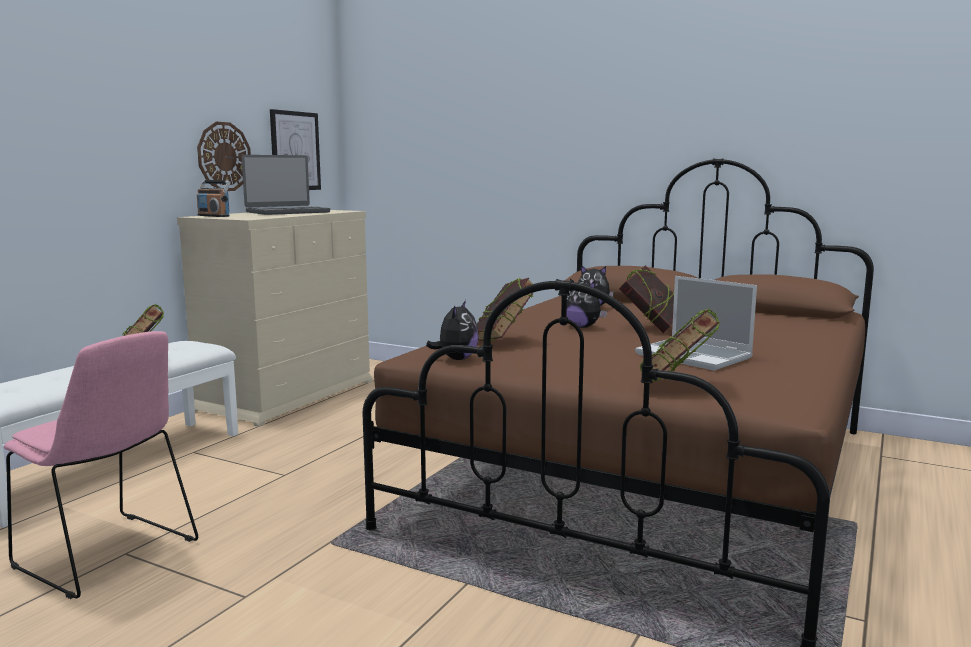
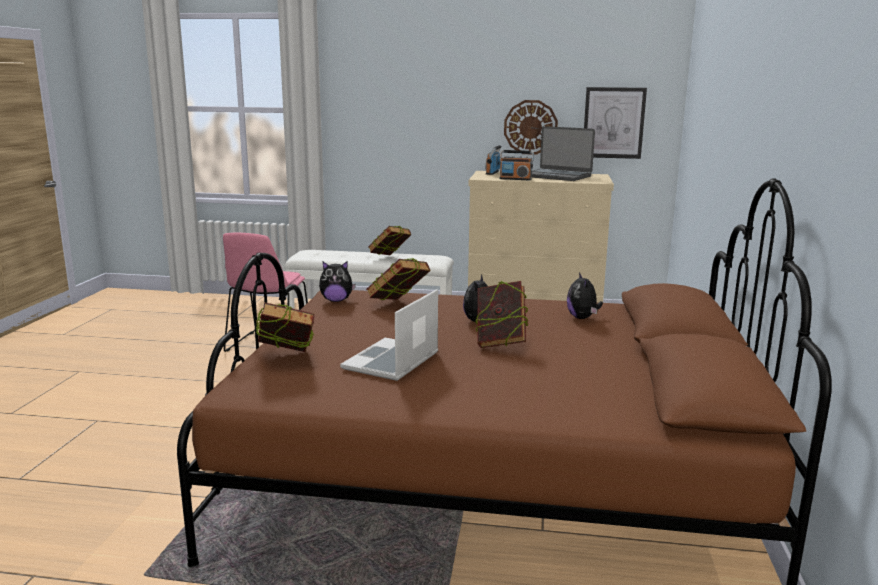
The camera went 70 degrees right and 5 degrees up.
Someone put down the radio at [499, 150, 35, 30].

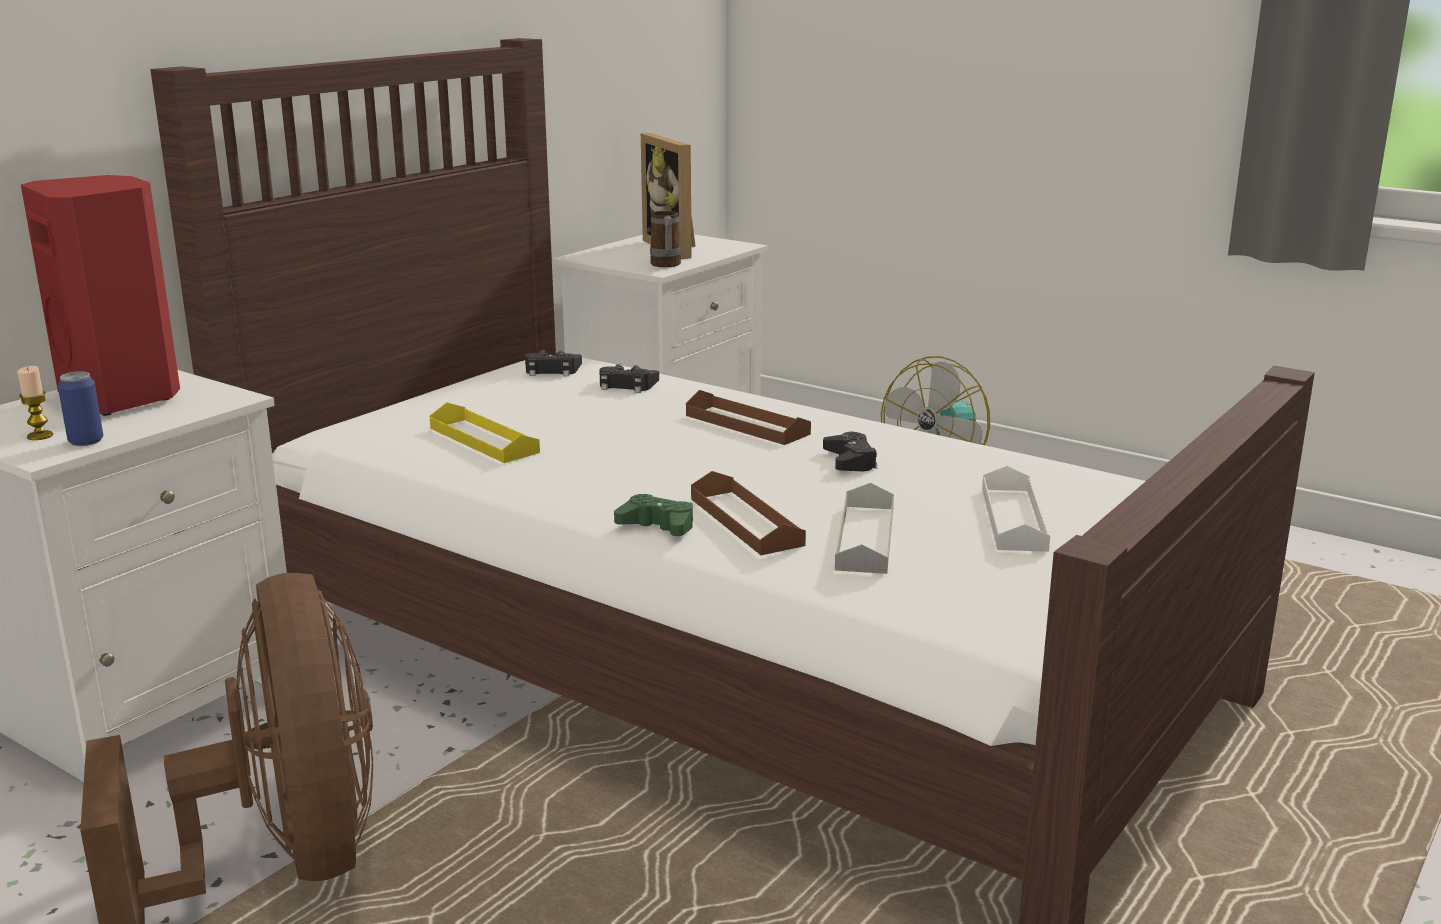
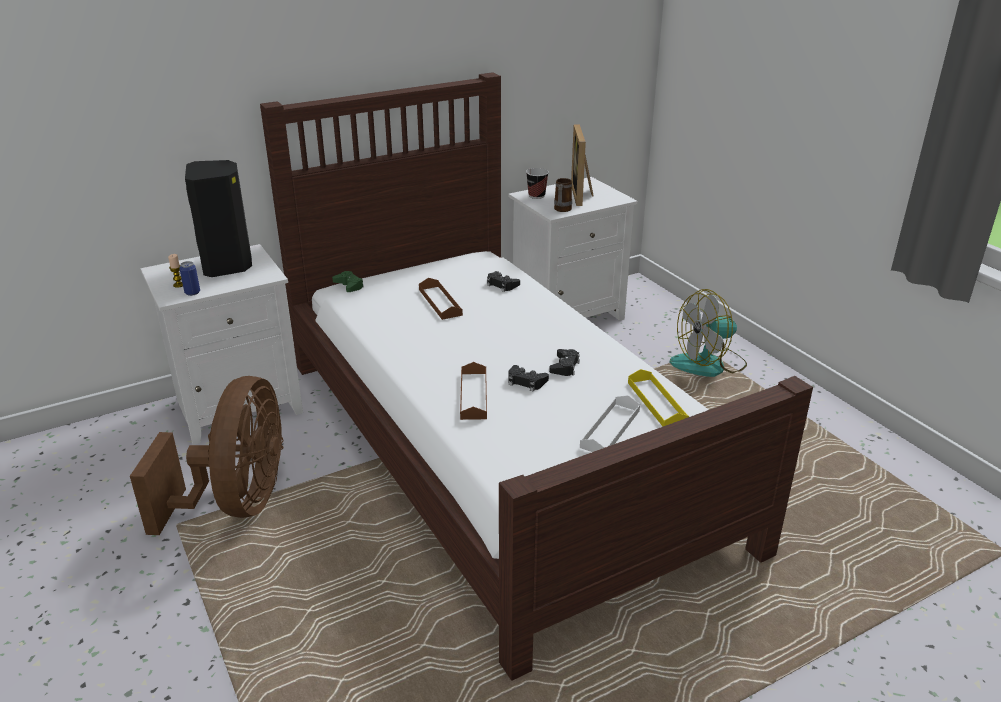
The camera went 25 degrees right and 10 degrees up.
Someone repainted the enceinte [rouge] at [21, 175, 159, 241], which became the enceinte [noir] at [185, 160, 67, 117].
Someone carried the manette [noir] from [525, 350, 57, 26] to [508, 365, 41, 27].
Someone carried the plateau [marron] from [686, 390, 125, 55] to [419, 278, 44, 42].
Someone carried the plateau [jaune] from [430, 402, 110, 61] to [628, 369, 61, 57].
Someone took away the plateau [gris] at [835, 483, 59, 91].
Someone carried the manette [vert] from [614, 494, 79, 42] to [332, 271, 32, 21].
Someone put down the tasse at [526, 168, 23, 31].

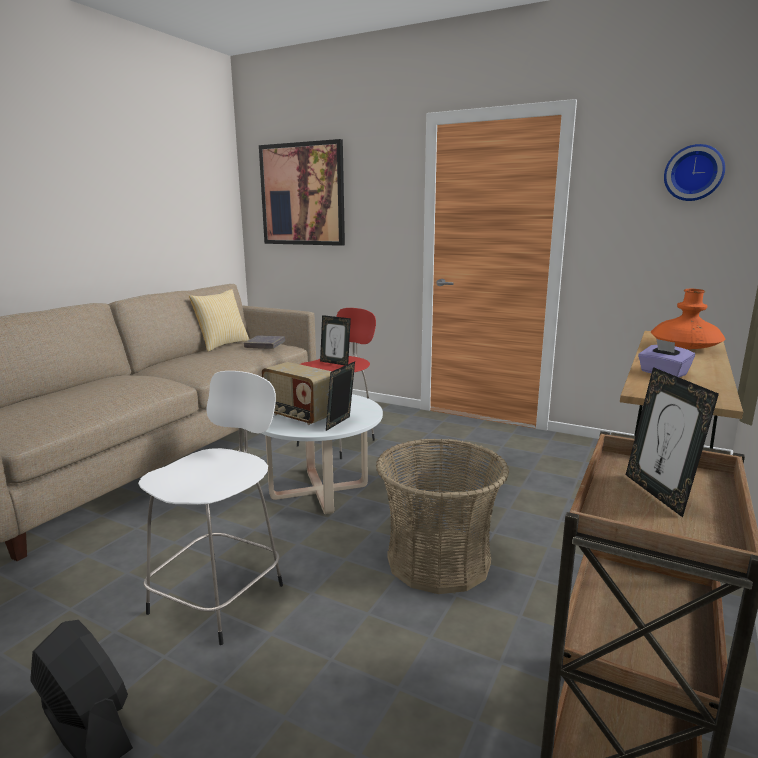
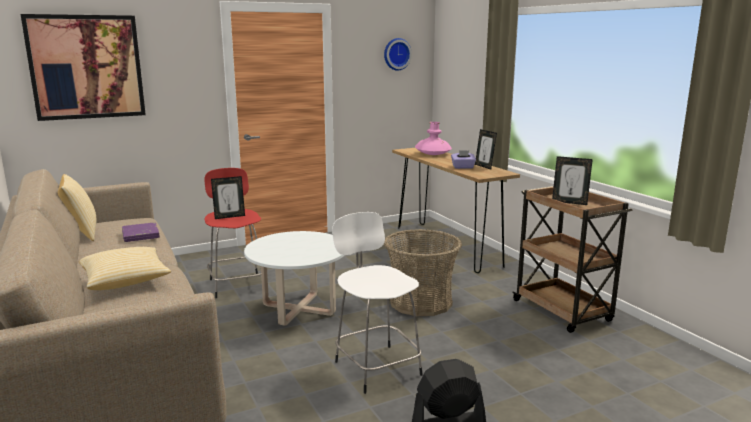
The camera went 55 degrees left and 0 degrees up.
Someone repainted the vase [orange] at [651, 289, 74, 60], which became the vase [rose] at [415, 122, 37, 33].
Someone took away the livre [gris] at [244, 335, 41, 14].
Someone took away the radio at [261, 362, 71, 63].
Someone carried the cadre photo from [326, 362, 29, 69] to [475, 129, 22, 40].
Someone put down the livre [violet] at [122, 222, 38, 20].
Someone put down the coussin at [79, 247, 92, 43].

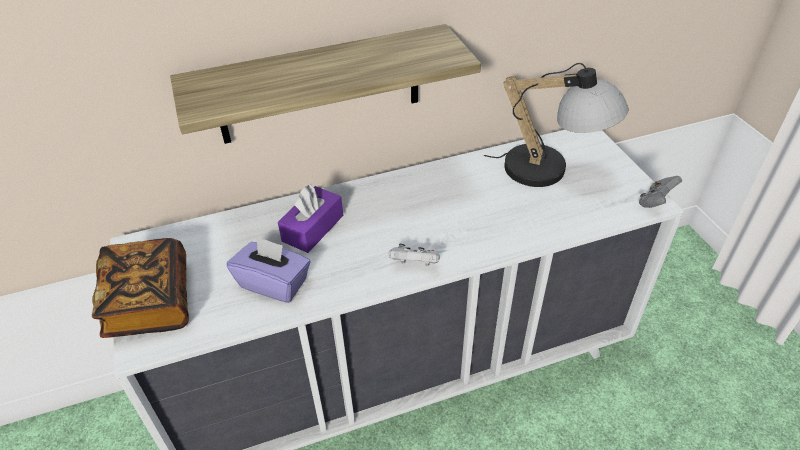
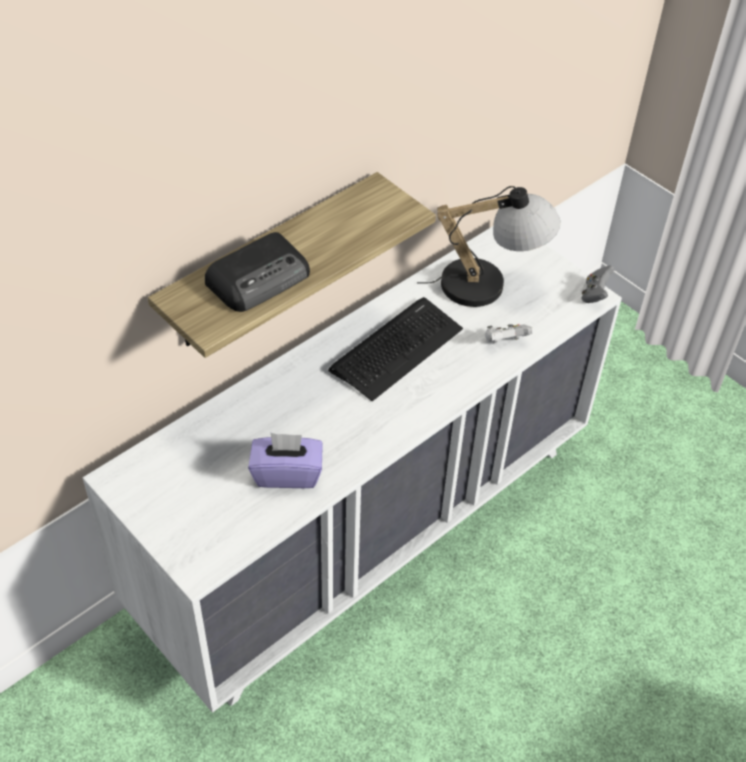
The camera went 25 degrees left and 5 degrees up.
Someone took away the boîte à mouchoirs [violet] at [278, 185, 65, 68].
Someone took away the livre at [92, 238, 97, 100].
Someone carried the manette [blanc] from [389, 244, 51, 22] to [485, 324, 48, 20].
Someone put down the radio at [205, 232, 105, 80].
Someone put down the clavier at [328, 297, 135, 104].

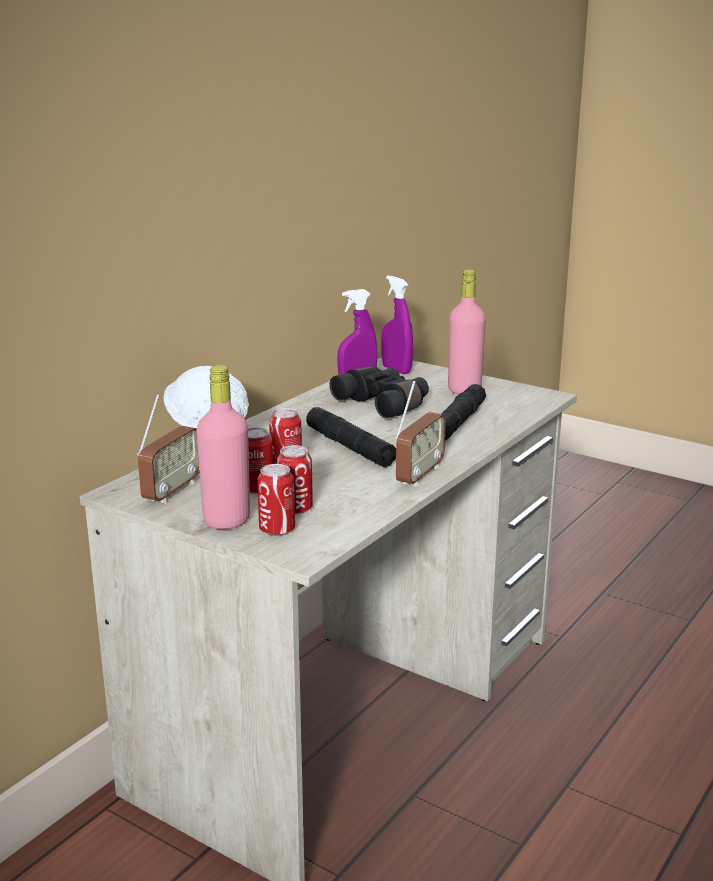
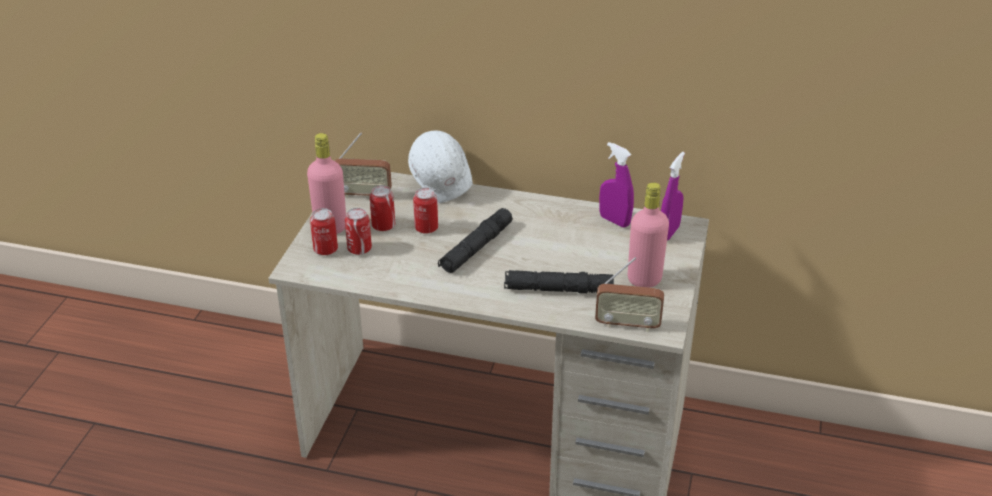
The camera went 70 degrees right and 15 degrees up.
Someone took away the jumelles [noir] at [329, 366, 100, 52].
Someone carried the radio from [395, 381, 51, 106] to [595, 257, 69, 75].

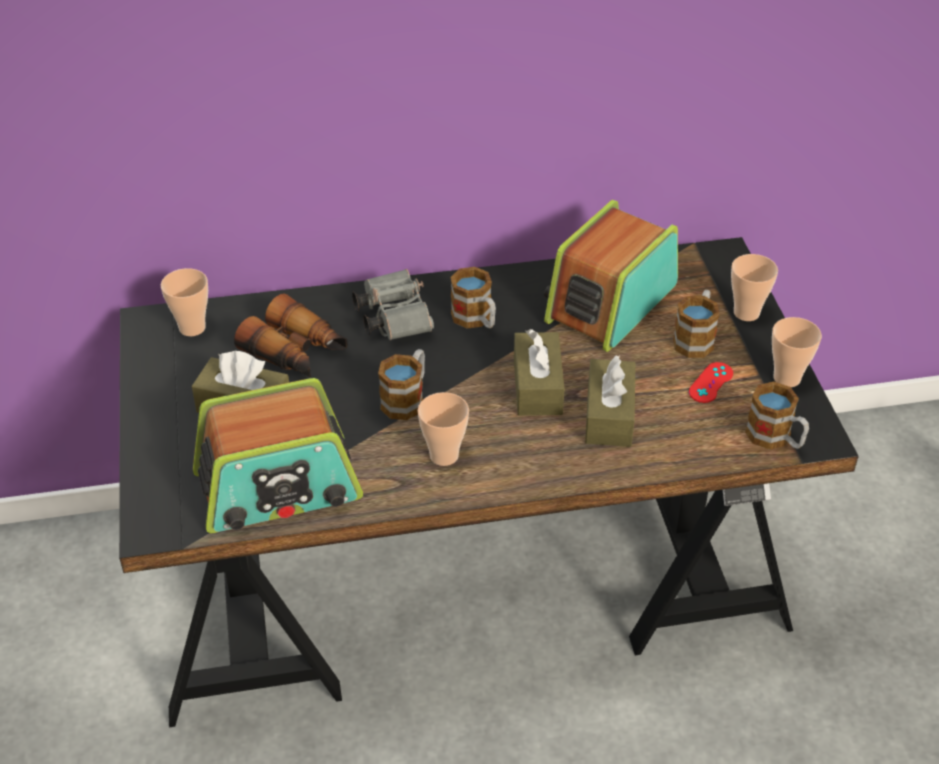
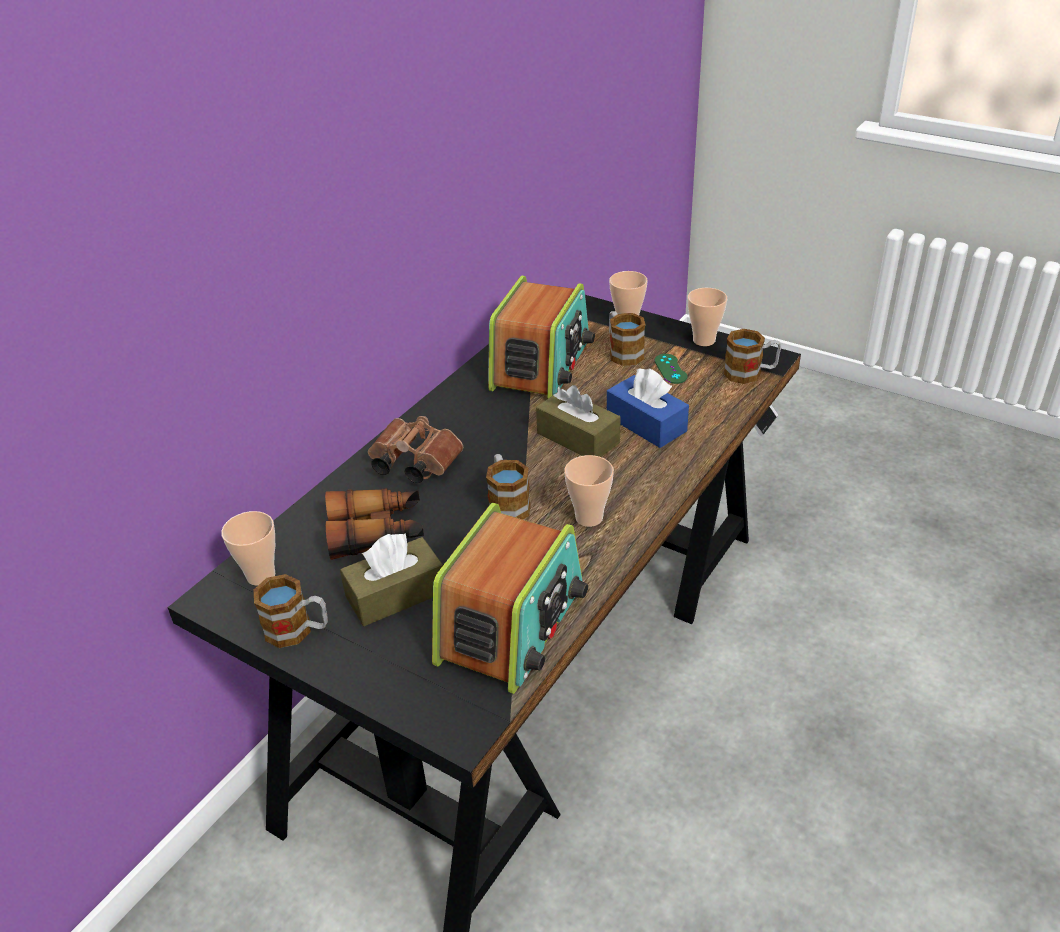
The camera went 45 degrees left and 5 degrees down.
Someone rotated the radio at [544, 200, 134, 152] by 150 degrees counterclockwise.
Someone carried the mug from [450, 267, 46, 62] to [254, 574, 74, 74].
Someone repainted the jumelles [gris] at [352, 269, 82, 71], which became the jumelles [marron] at [368, 416, 95, 67].
Someone repainted the boîte à mouchoirs [marron] at [585, 355, 51, 92], which became the boîte à mouchoirs [bleu] at [607, 368, 82, 80].
Someone repainted the manette [rouge] at [689, 362, 44, 41], which became the manette [vert] at [654, 354, 33, 30].

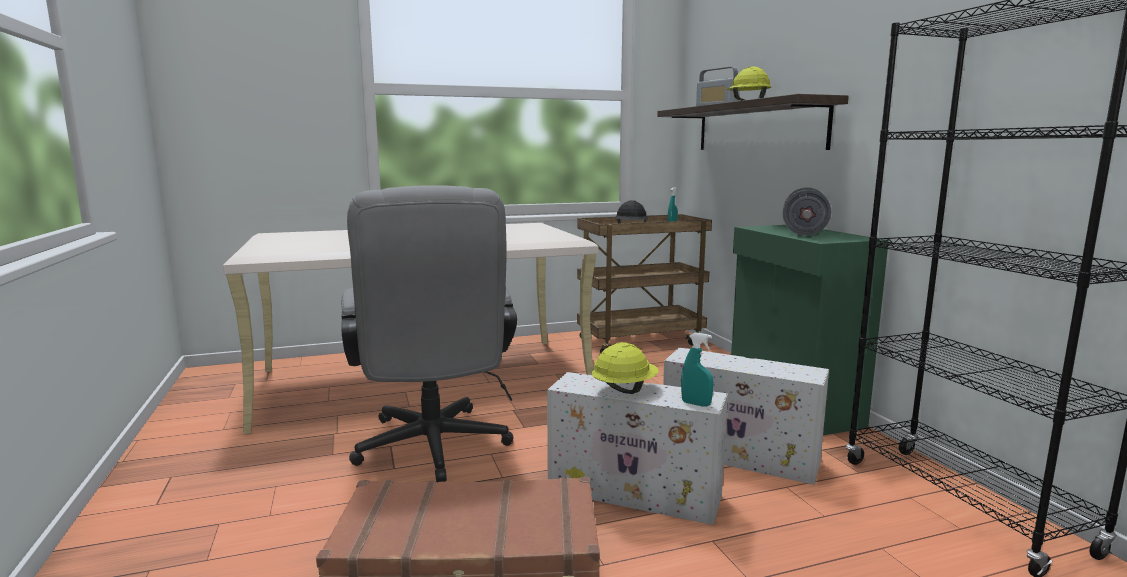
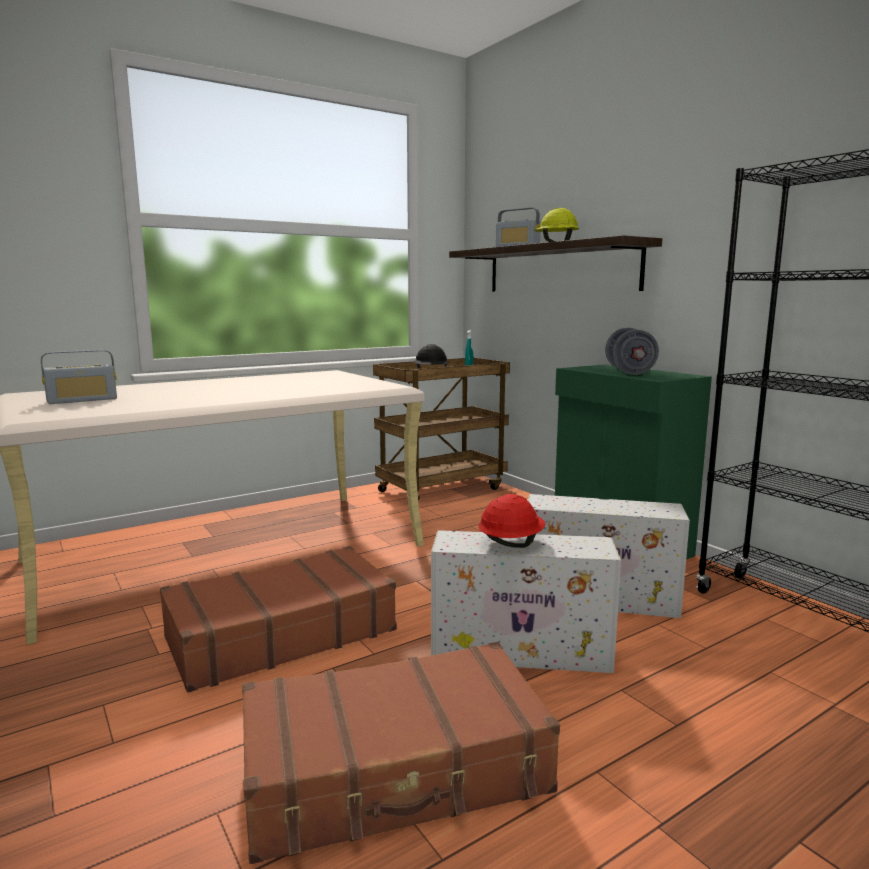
The camera went 15 degrees left and 0 degrees up.
Someone swapped the chaise de bureau [gris] at [341, 185, 176, 297] for the valise [marron] at [160, 546, 237, 147].
Someone took away the vaporisateur [turquoise] at [681, 332, 33, 75].
Someone repainted the casque de chantier [jaune] at [592, 342, 66, 52], which became the casque de chantier [rouge] at [478, 494, 67, 54].
Someone put down the radio at [41, 350, 76, 54].

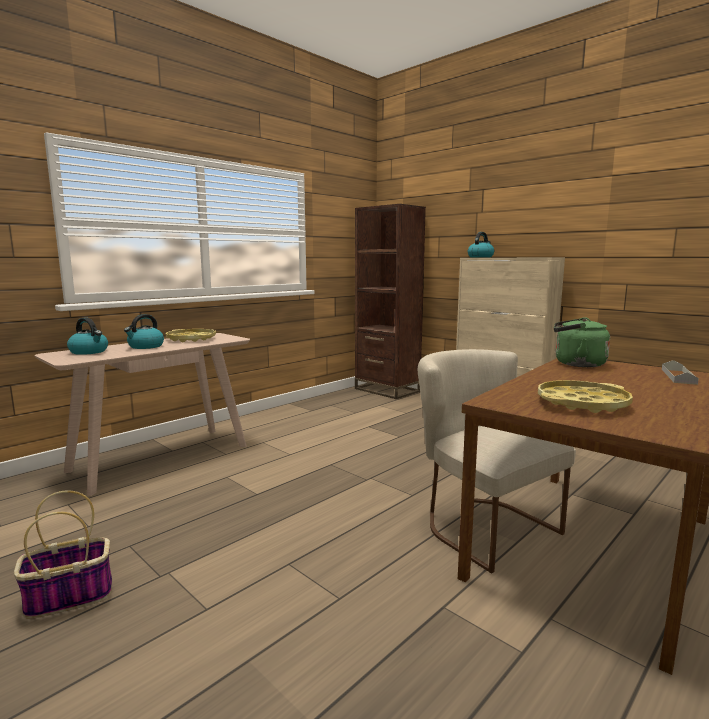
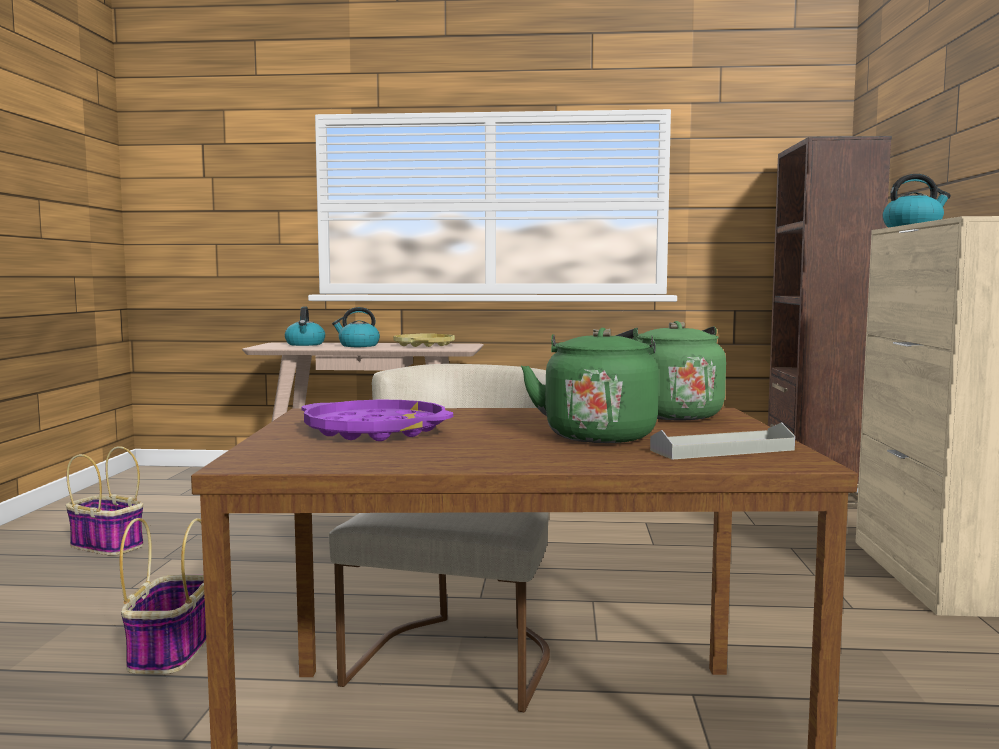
The camera went 50 degrees right and 5 degrees down.
Someone repainted the plateau [jaune] at [538, 380, 95, 33], which became the plateau [violet] at [301, 400, 152, 41].
Someone put down the bouilloire [vert] at [521, 328, 138, 115].
Someone put down the panier at [120, 518, 86, 156].

